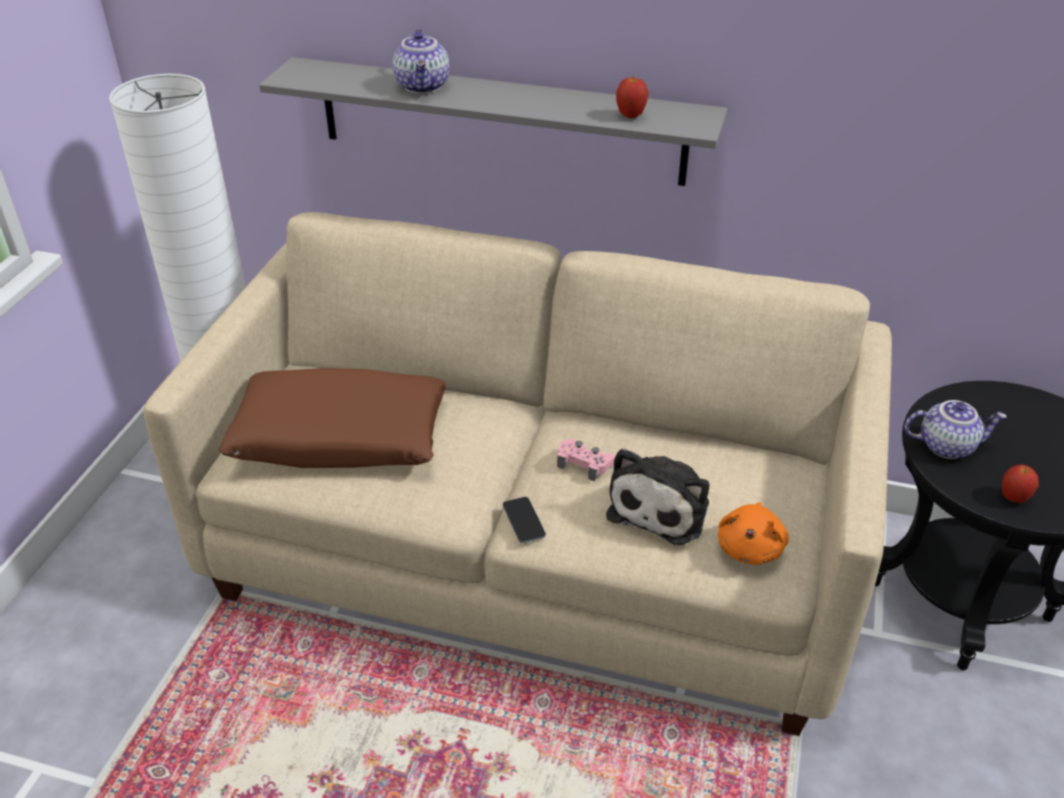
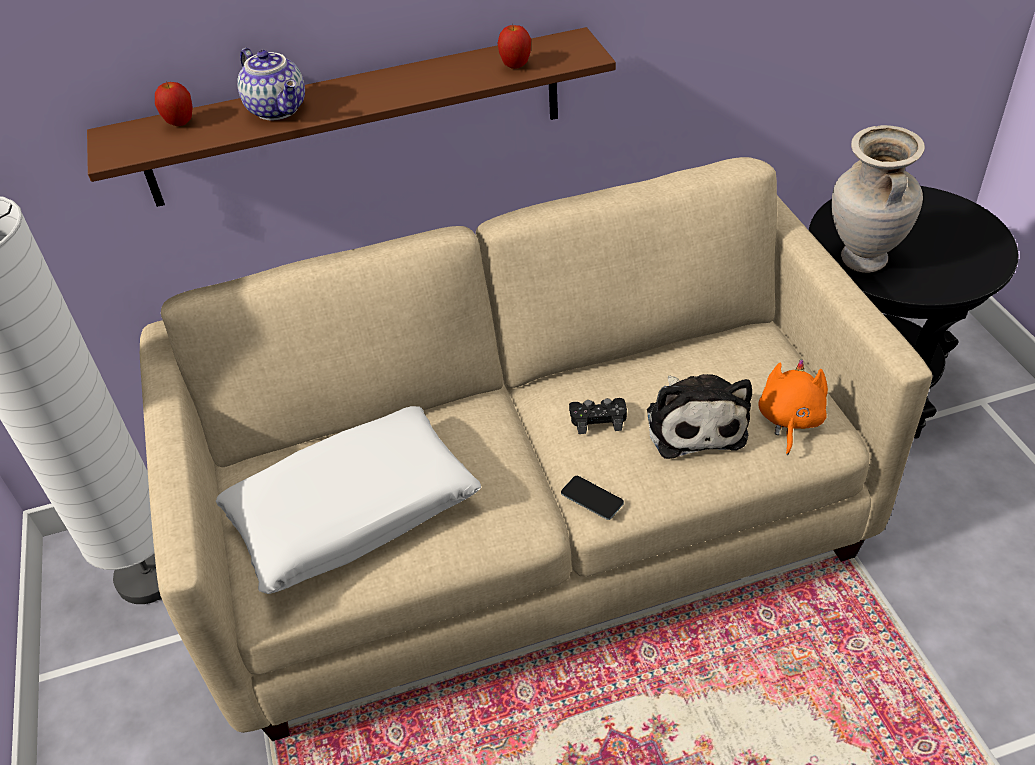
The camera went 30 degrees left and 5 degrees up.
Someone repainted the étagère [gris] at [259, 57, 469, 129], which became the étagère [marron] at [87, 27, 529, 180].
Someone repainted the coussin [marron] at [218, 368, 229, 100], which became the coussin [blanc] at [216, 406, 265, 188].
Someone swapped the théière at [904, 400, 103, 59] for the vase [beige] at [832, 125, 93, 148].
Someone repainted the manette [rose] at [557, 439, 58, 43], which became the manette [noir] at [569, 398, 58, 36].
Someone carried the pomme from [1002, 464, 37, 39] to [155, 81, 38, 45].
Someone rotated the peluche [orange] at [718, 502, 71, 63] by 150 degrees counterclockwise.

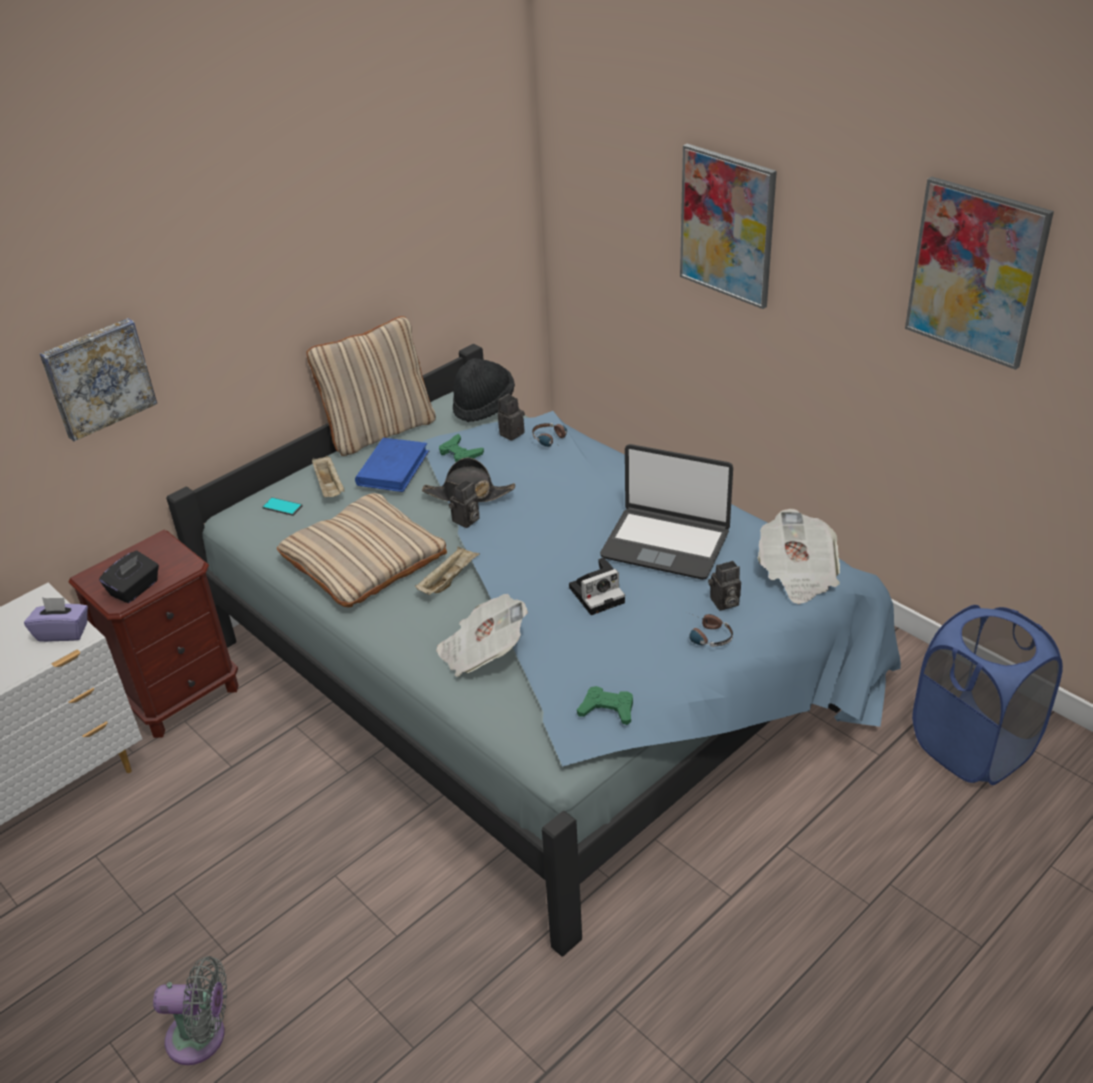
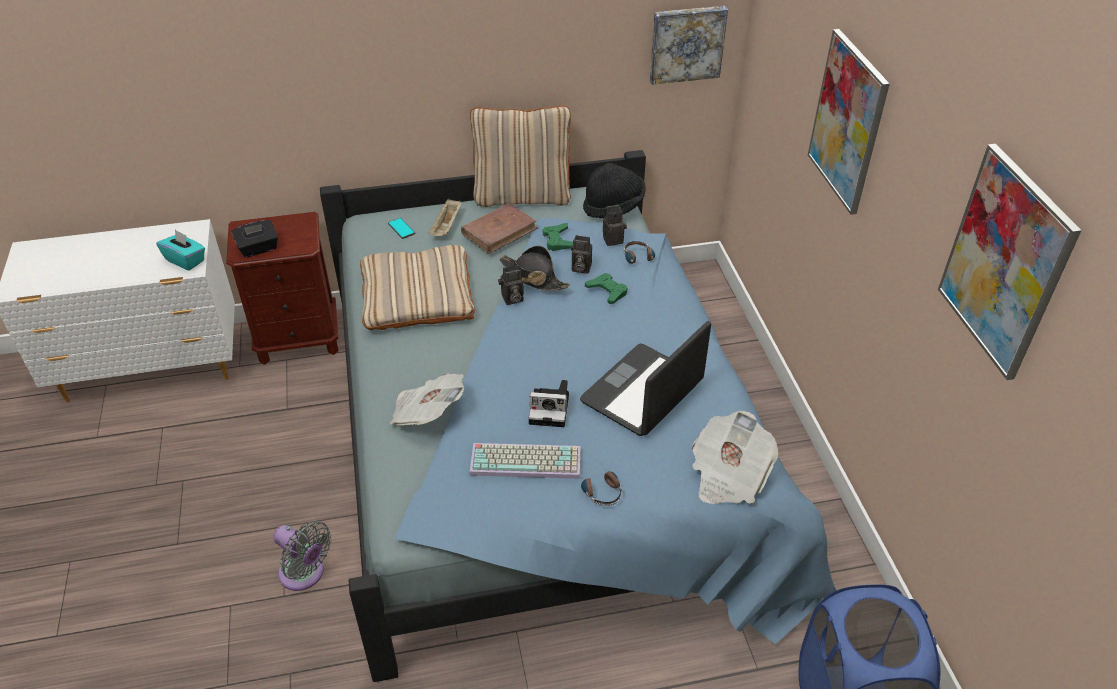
The camera went 30 degrees right and 5 degrees up.
Someone carried the tableau from [40, 318, 117, 123] to [650, 6, 78, 79].
Someone repainted the livre [bleu] at [355, 438, 74, 54], which became the livre [marron] at [461, 203, 77, 51].
Someone rotated the ordinateur portable at [600, 444, 133, 136] by 75 degrees clockwise.
Someone took away the plateau [beige] at [415, 546, 65, 49].
Someone carried the appareil photo from [708, 561, 33, 50] to [571, 235, 21, 39].
Someone repainted the boîte à mouchoirs [violet] at [24, 597, 64, 45], which became the boîte à mouchoirs [turquoise] at [156, 230, 49, 41].
Someone carried the manette [vert] from [577, 686, 56, 39] to [585, 273, 43, 31].
Someone carried the ventilateur [gris] from [153, 956, 74, 109] to [273, 521, 59, 70].
Someone put down the clavier at [469, 443, 112, 36].

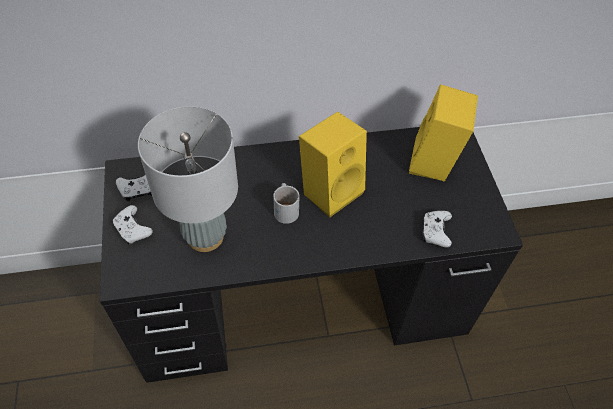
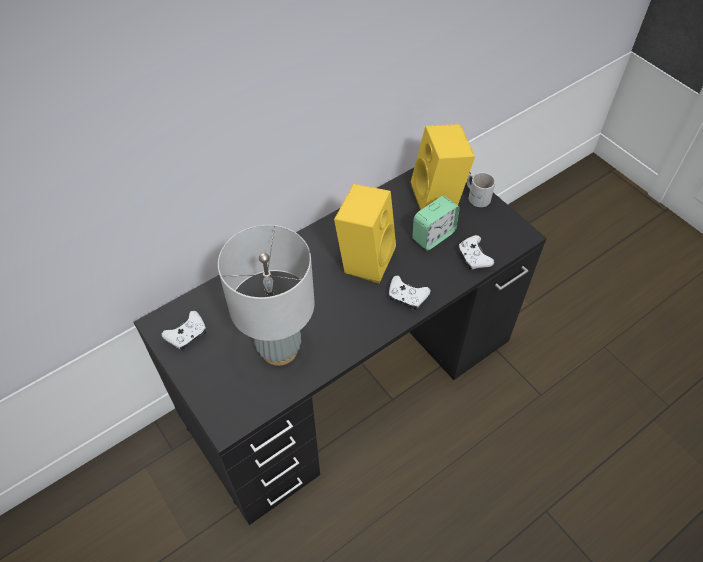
The camera went 25 degrees left and 0 degrees up.
Someone carried the mug [blanc] from [273, 183, 26, 41] to [466, 172, 29, 35].
Someone carried the manette [blanc] from [112, 205, 41, 40] to [389, 276, 42, 34].
Someone put down the réveil at [412, 196, 48, 55].

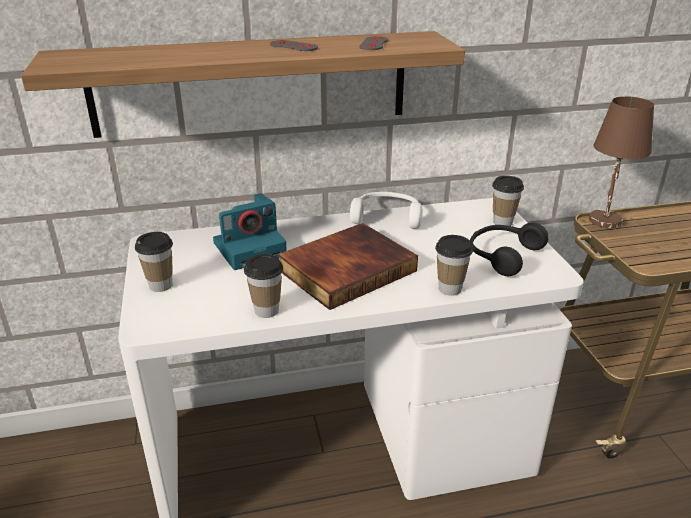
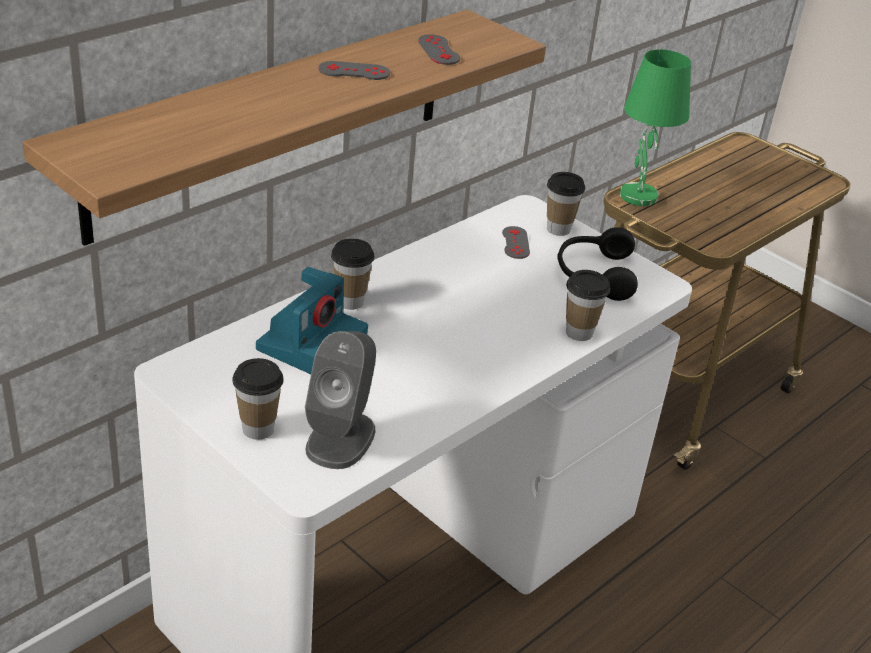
The camera went 35 degrees left and 5 degrees up.
Someone repainted the lampe de table [marron] at [589, 96, 65, 132], which became the lampe de table [vert] at [620, 49, 71, 157].
Someone took away the casque audio [blanc] at [350, 192, 72, 37].
Someone took away the livre at [277, 223, 141, 87].
Someone carried the tasse from [244, 254, 39, 64] to [331, 238, 43, 72].
Someone put down the manette [gris] at [502, 226, 28, 33].
Someone put down the enceinte [gris] at [305, 331, 71, 138].

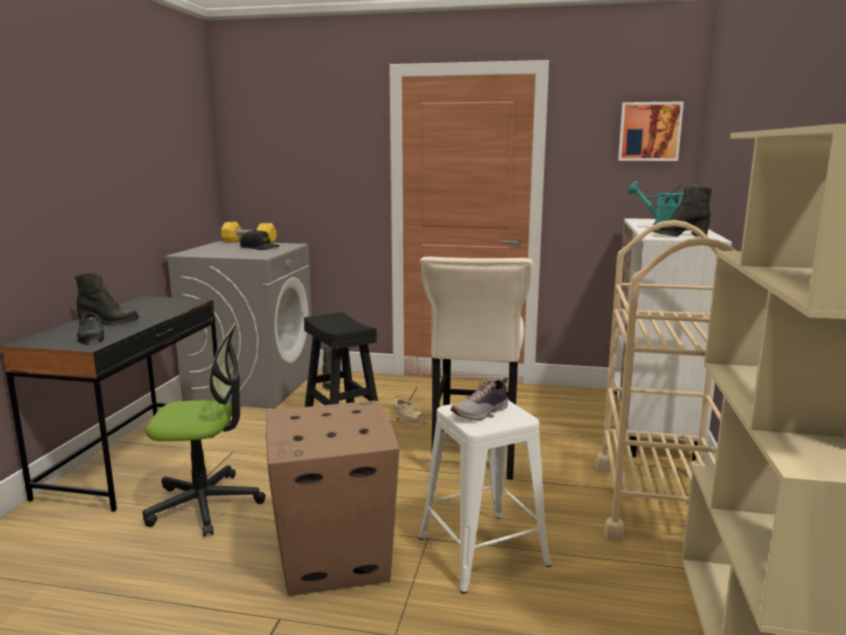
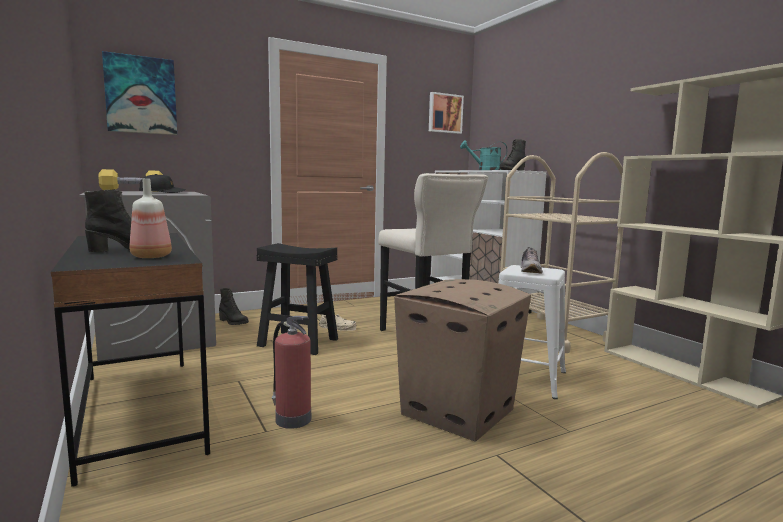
The camera went 40 degrees left and 5 degrees down.
Someone swapped the chaussure [noir] at [77, 310, 27, 35] for the bouteille at [130, 179, 42, 79].
Someone swapped the chaise de bureau at [142, 321, 124, 216] for the extincteur at [272, 316, 39, 113].
Someone put up the tableau at [102, 51, 75, 84].

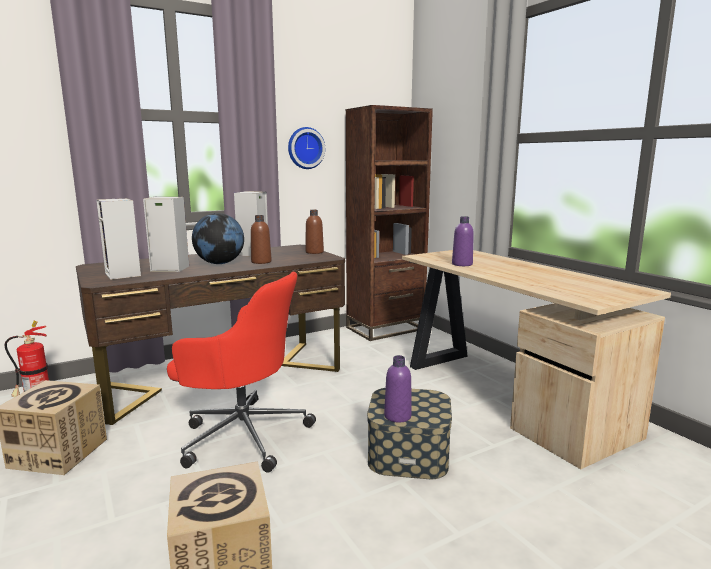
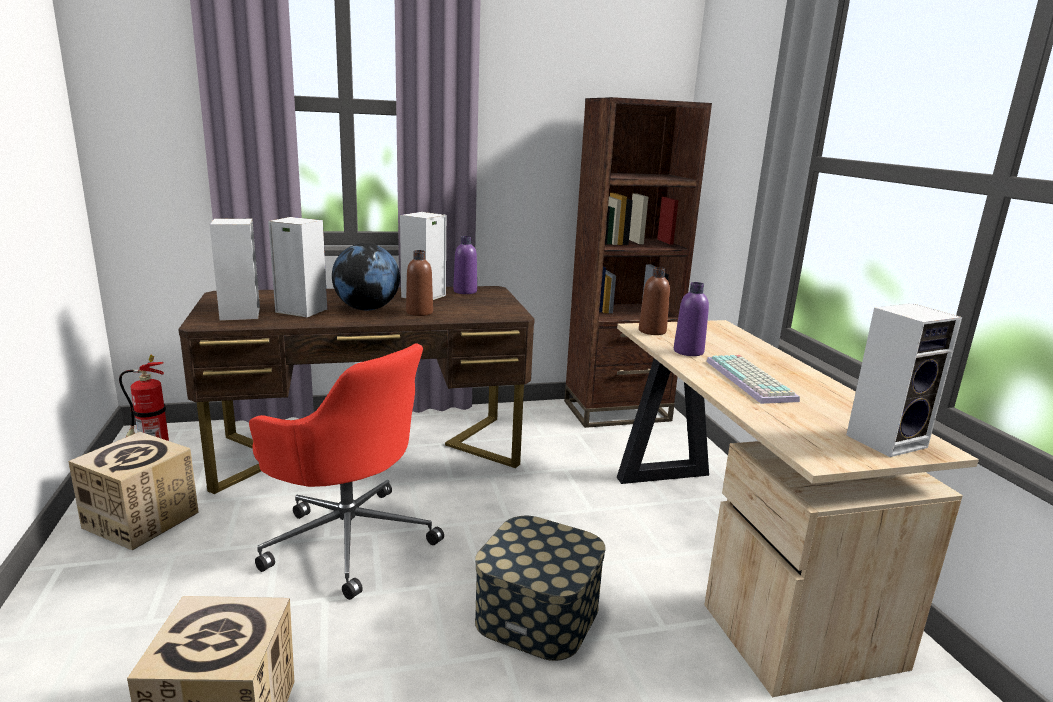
The camera went 15 degrees right and 5 degrees up.
Someone took away the horloge murale at [288, 127, 37, 42].
Someone carried the bouteille [marron] from [305, 210, 19, 44] to [639, 267, 31, 68].
Someone carried the bouteille [violet] from [384, 355, 28, 68] to [453, 236, 24, 58].
Someone put down the enceinte at [846, 303, 116, 154].
Someone put down the clavier at [706, 355, 94, 49].

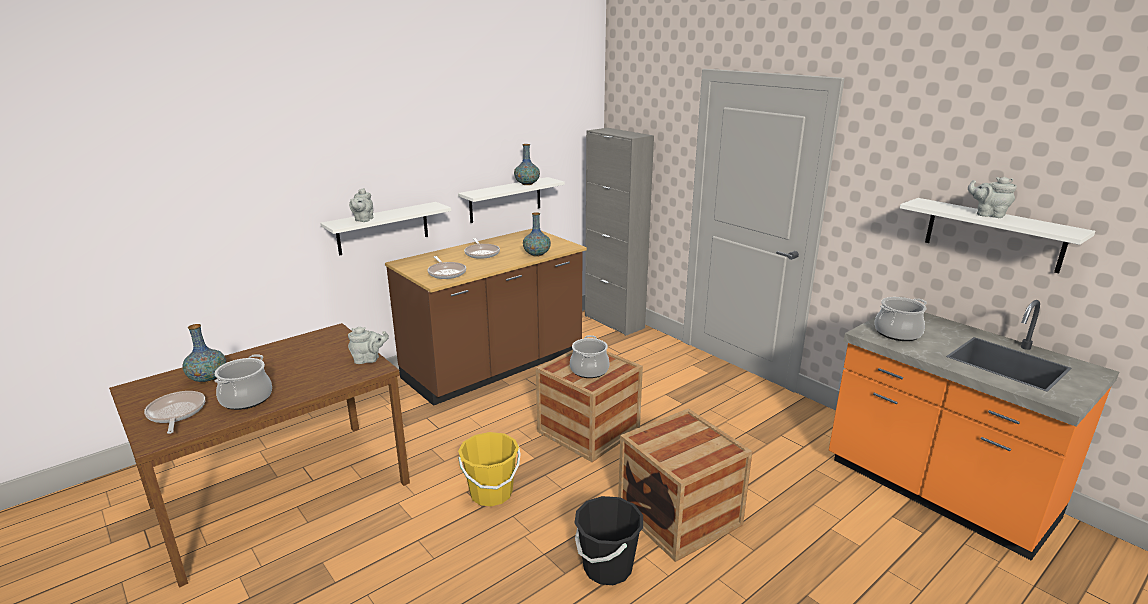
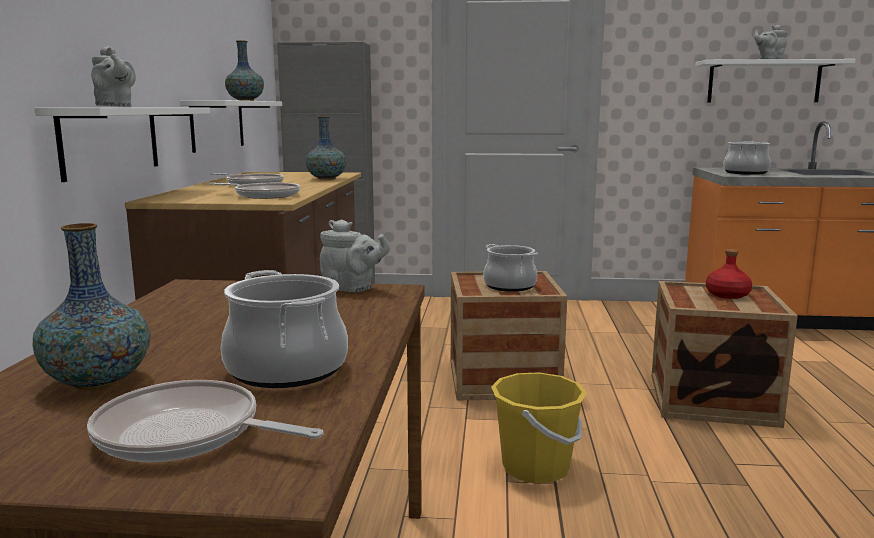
The camera went 45 degrees left and 10 degrees down.
Someone rotated the théière [gris] at [348, 327, 41, 37] by 75 degrees clockwise.
Someone took away the seau [noir] at [575, 496, 68, 89].
Someone put down the bouteille [rouge] at [706, 249, 46, 50].

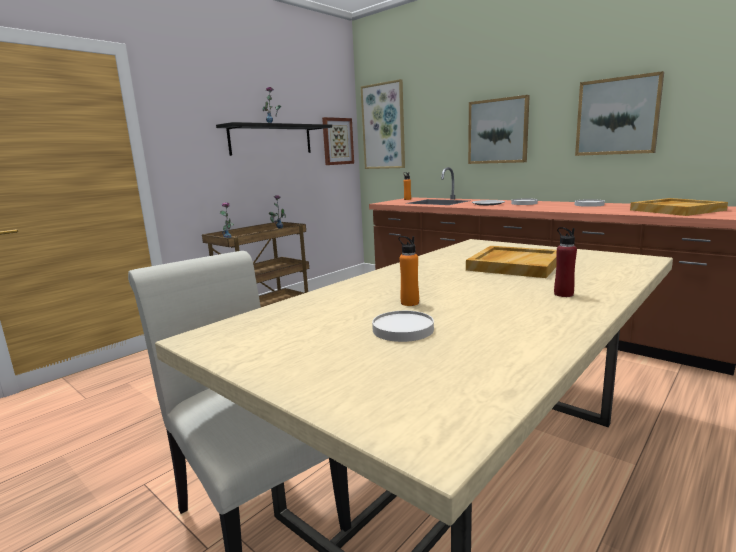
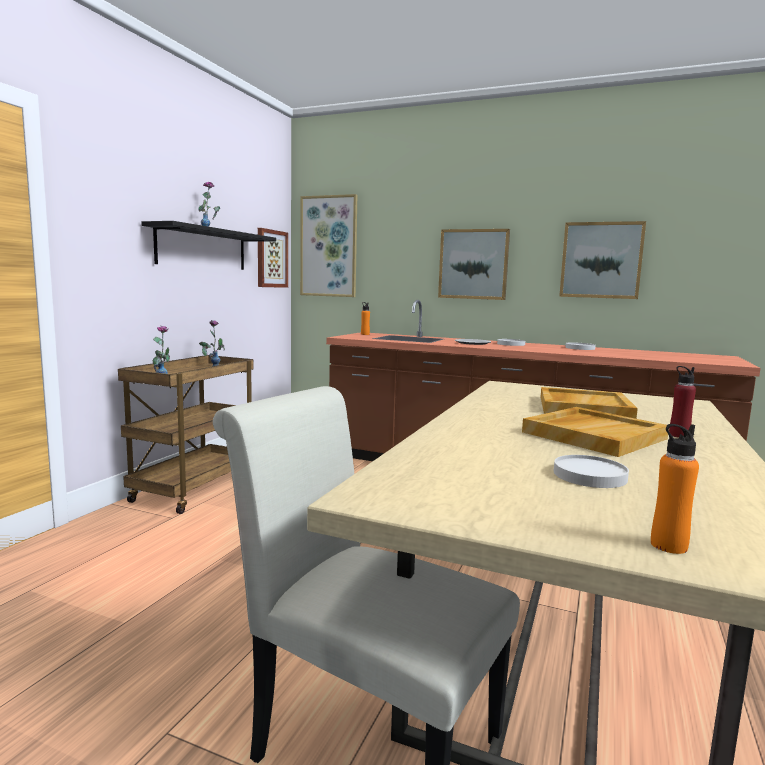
The camera went 20 degrees left and 5 degrees down.
Someone carried the plateau [beige] from [630, 198, 98, 18] to [522, 407, 147, 50].
Someone carried the bouteille [orange] from [398, 236, 21, 70] to [651, 424, 48, 130].

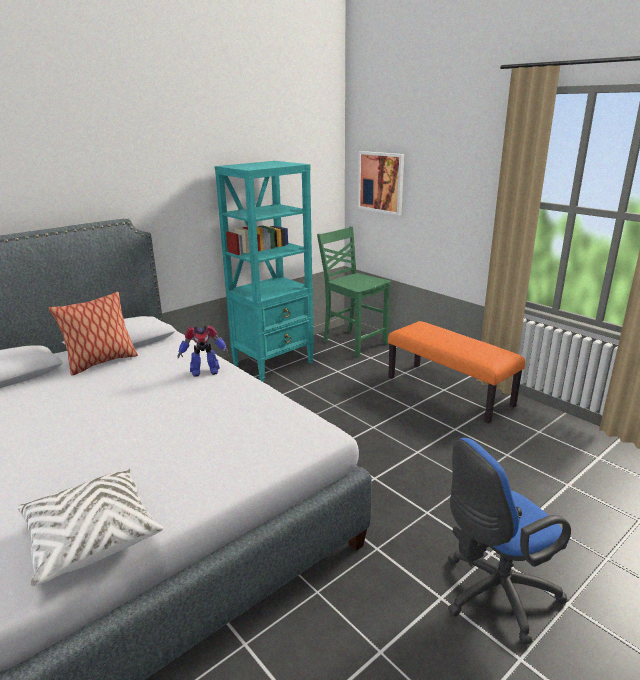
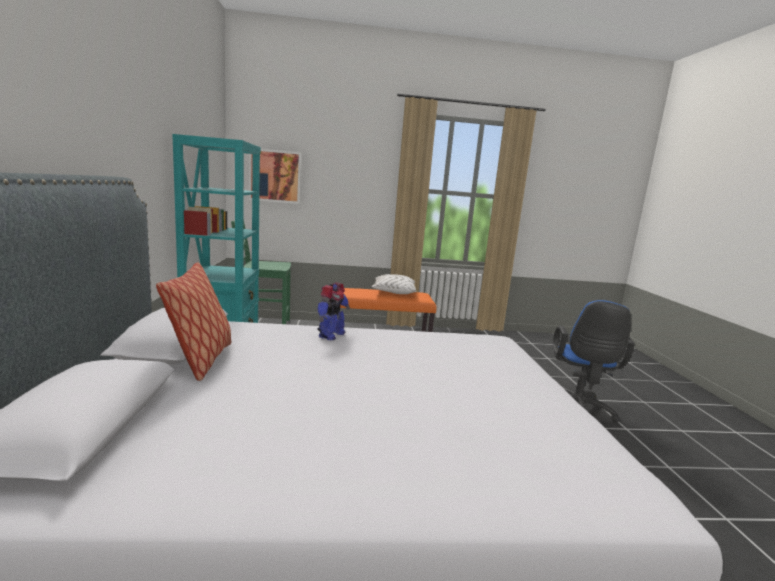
The camera went 55 degrees left and 10 degrees down.
Someone carried the coussin [blanc] from [17, 468, 146, 118] to [371, 274, 46, 20].

